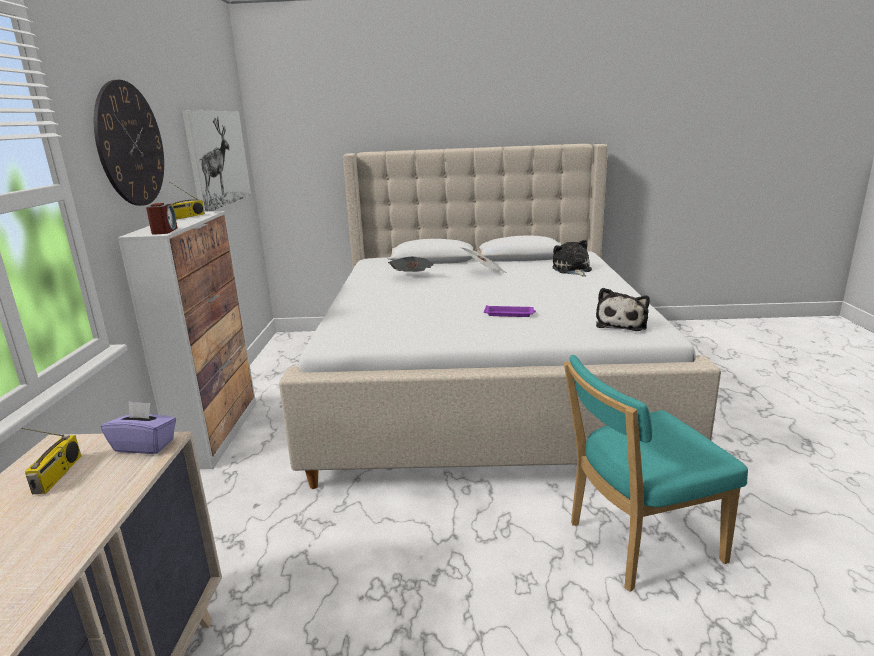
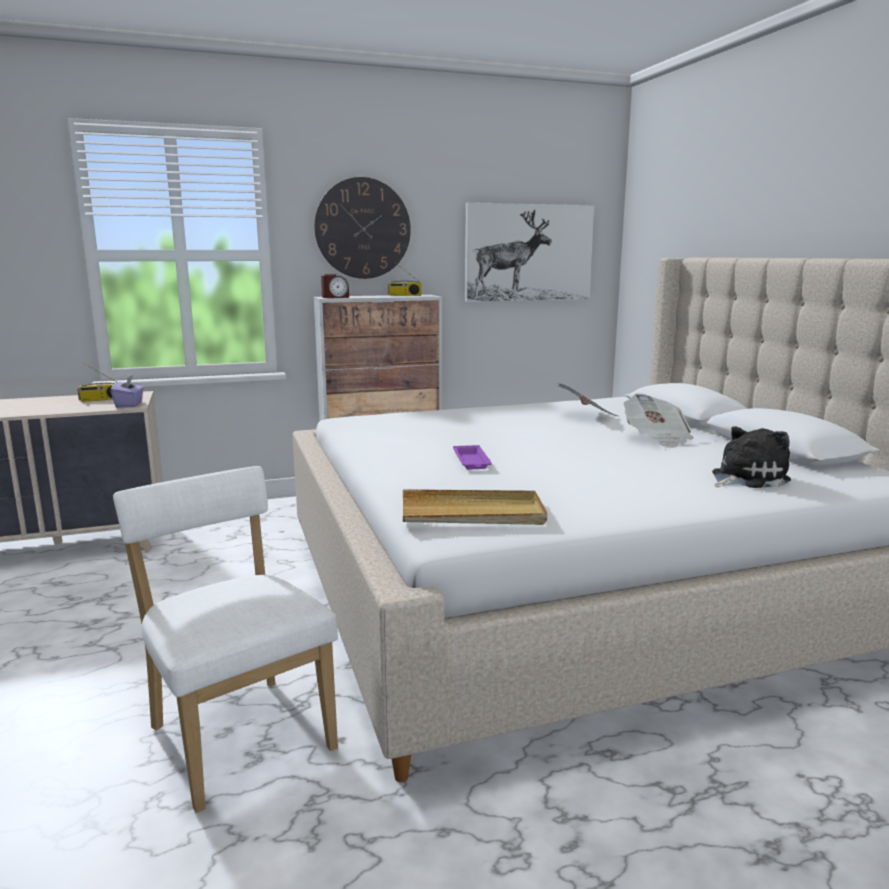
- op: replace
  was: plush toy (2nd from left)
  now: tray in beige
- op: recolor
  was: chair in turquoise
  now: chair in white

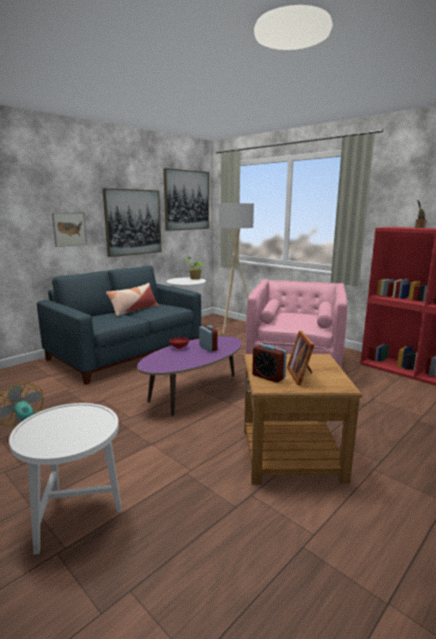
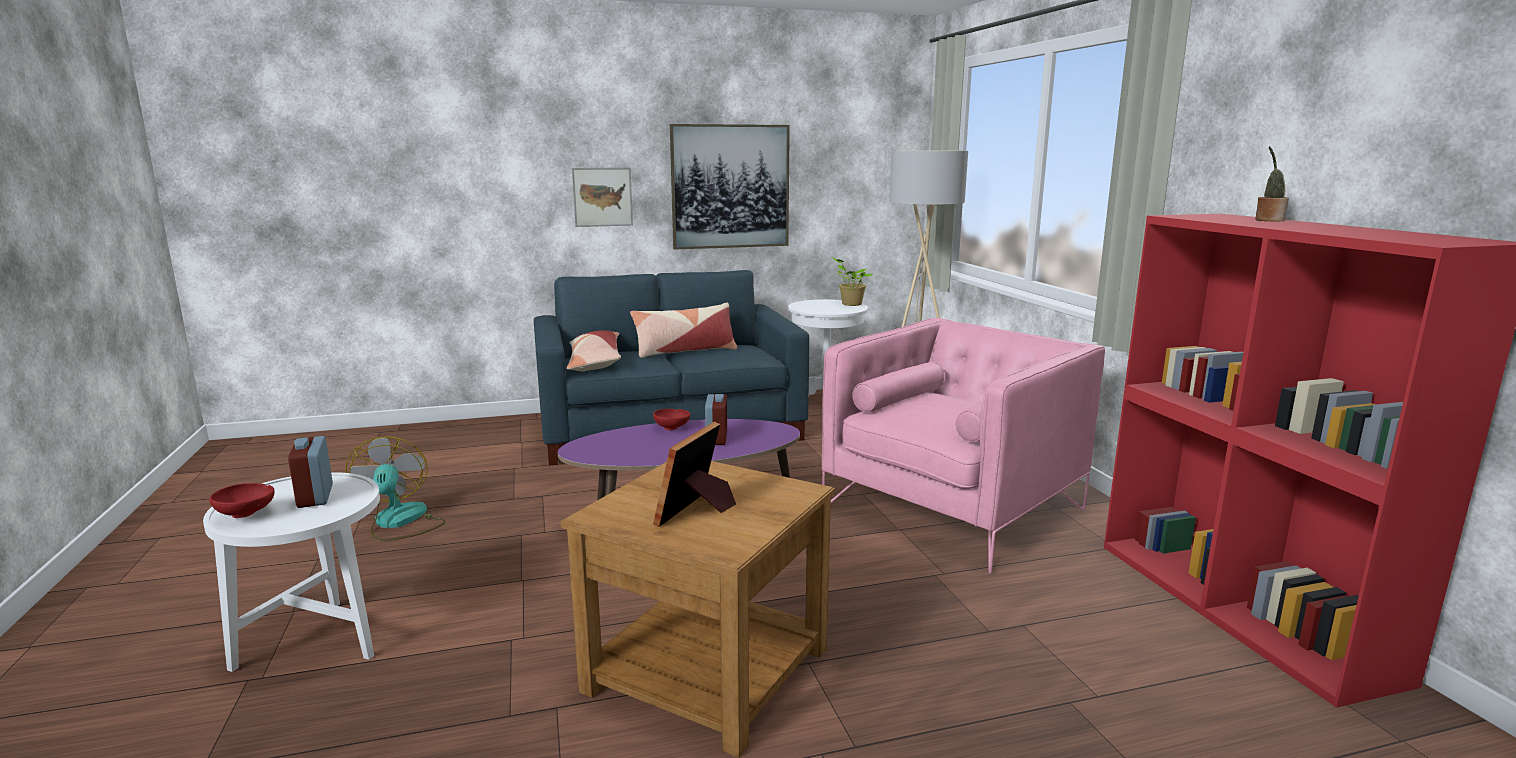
- op: delete
  was: picture (3rd from left)
- op: move
  was: alarm clock (2nd from left in the first image)
  now: alarm clock (1st from left)
- op: insert
  now: pillow (1st from left)
- op: insert
  now: bowl in red (1st from left)

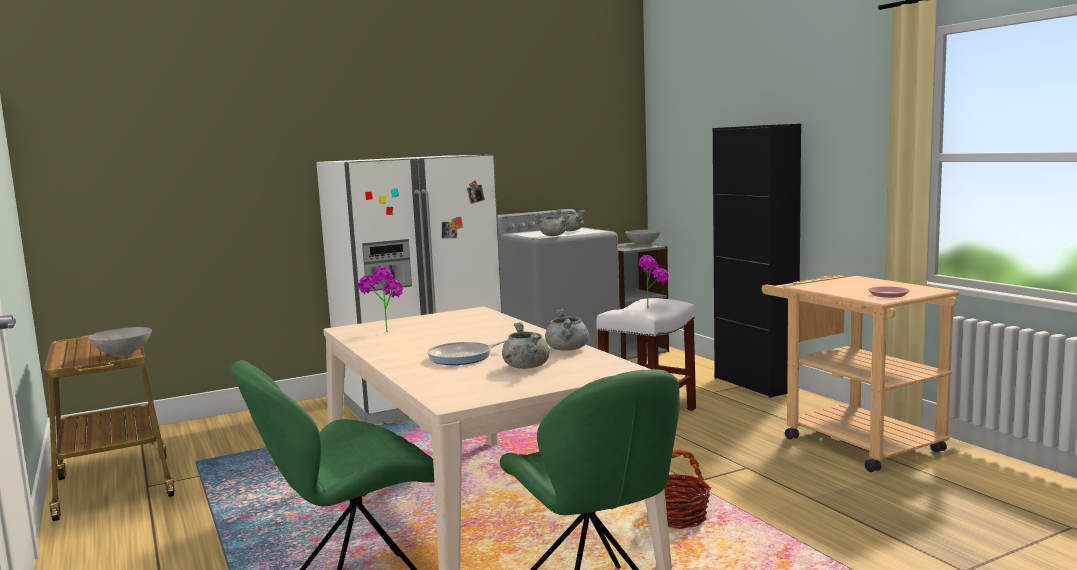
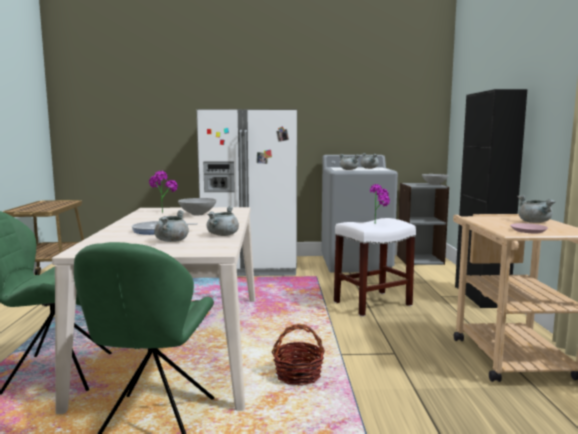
- op: move
  was: bowl in grey (1st from left)
- op: insert
  now: cooking pot in grey (5th from left)

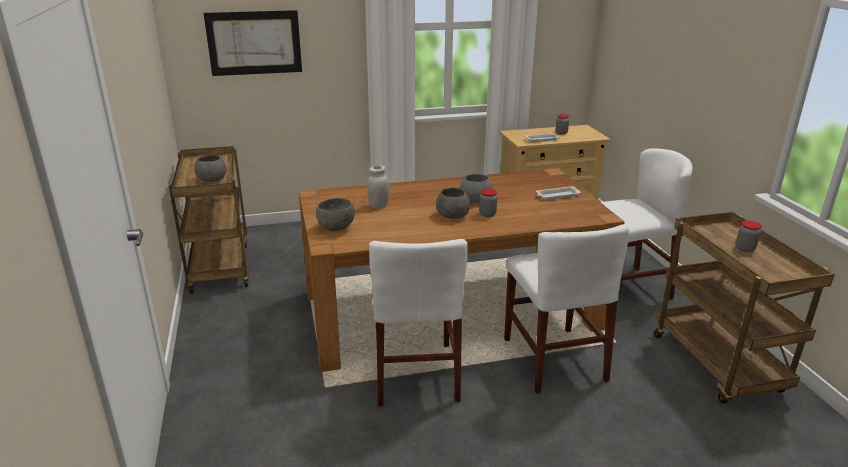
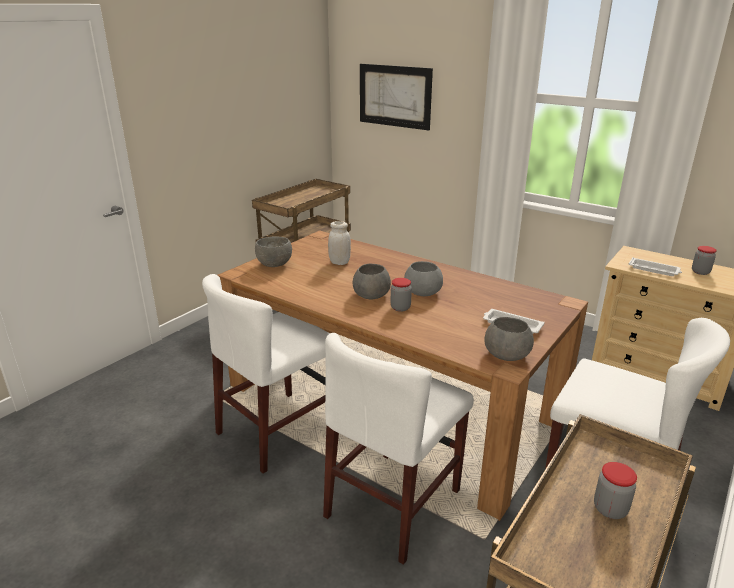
- op: move
  was: bowl in grey (1st from left in the first image)
  now: bowl in grey (4th from left)

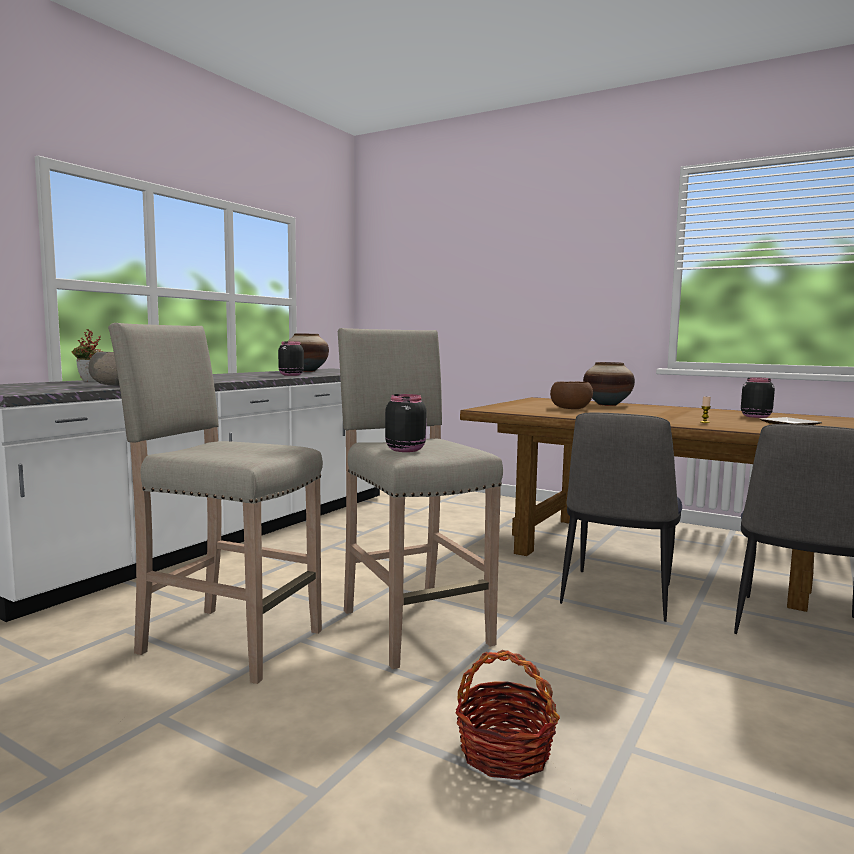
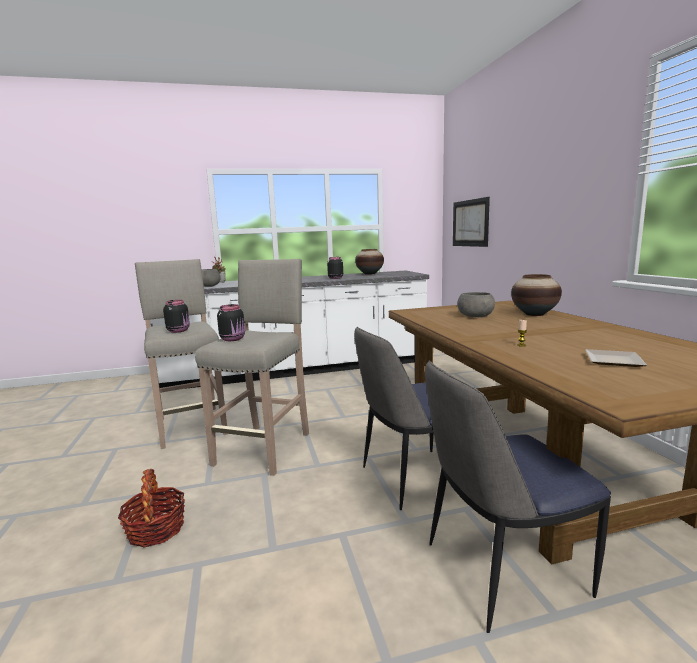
- op: move
  was: jar in black (3rd from left in the first image)
  now: jar in black (1st from left)
- op: recolor
  was: bowl in brown
  now: bowl in grey (2nd from left)
- op: insert
  now: picture

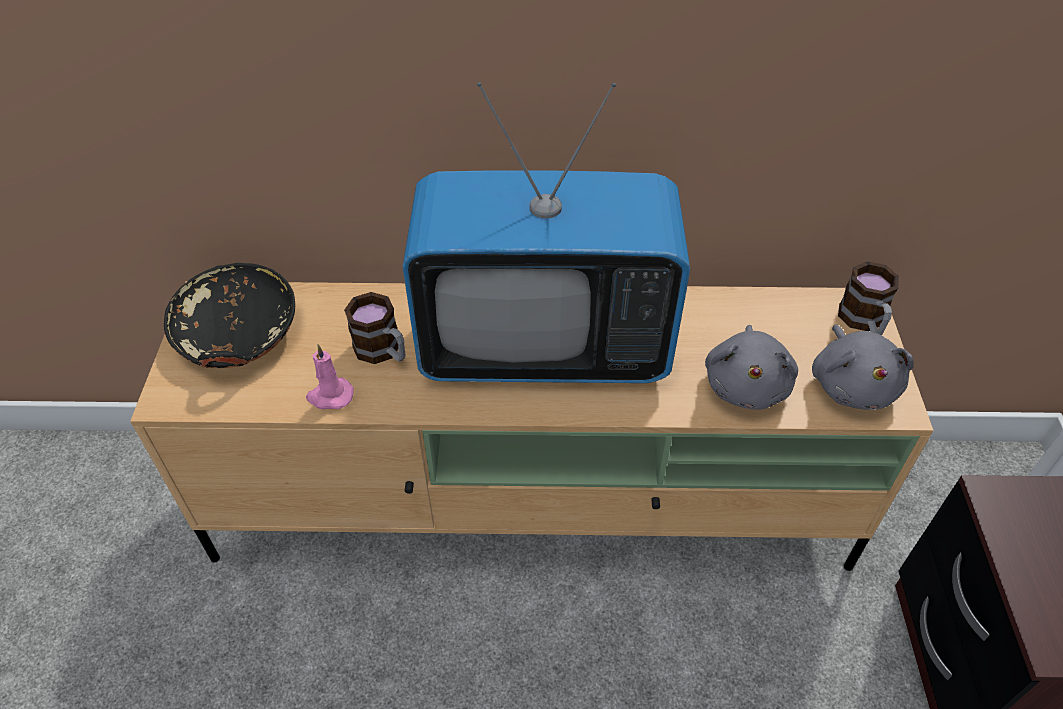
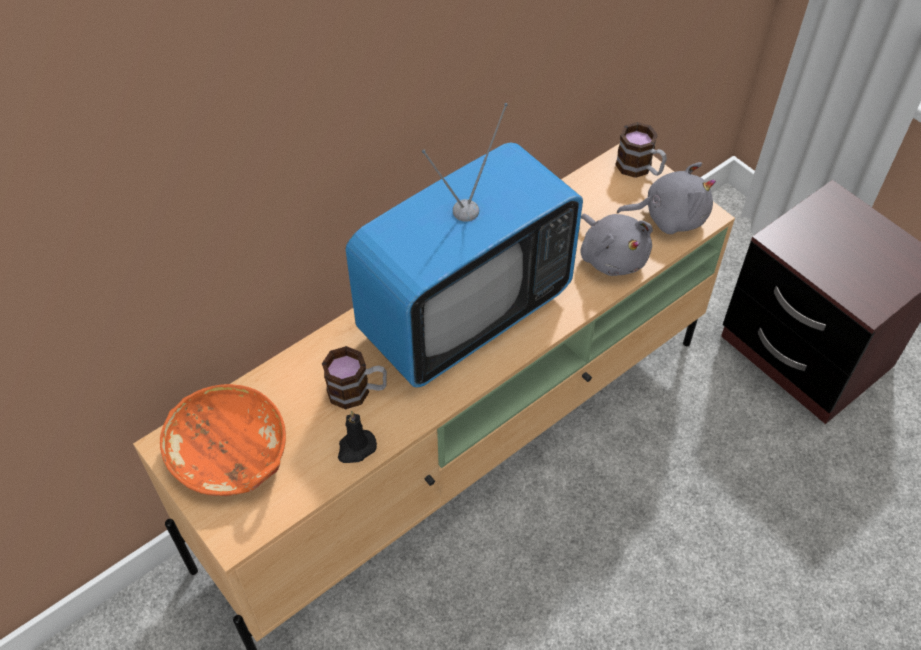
- op: recolor
  was: bowl in black
  now: bowl in orange
- op: rotate
  was: plush toy in grey (2nd from left)
  clockwise: -45
- op: recolor
  was: candle in pink
  now: candle in black

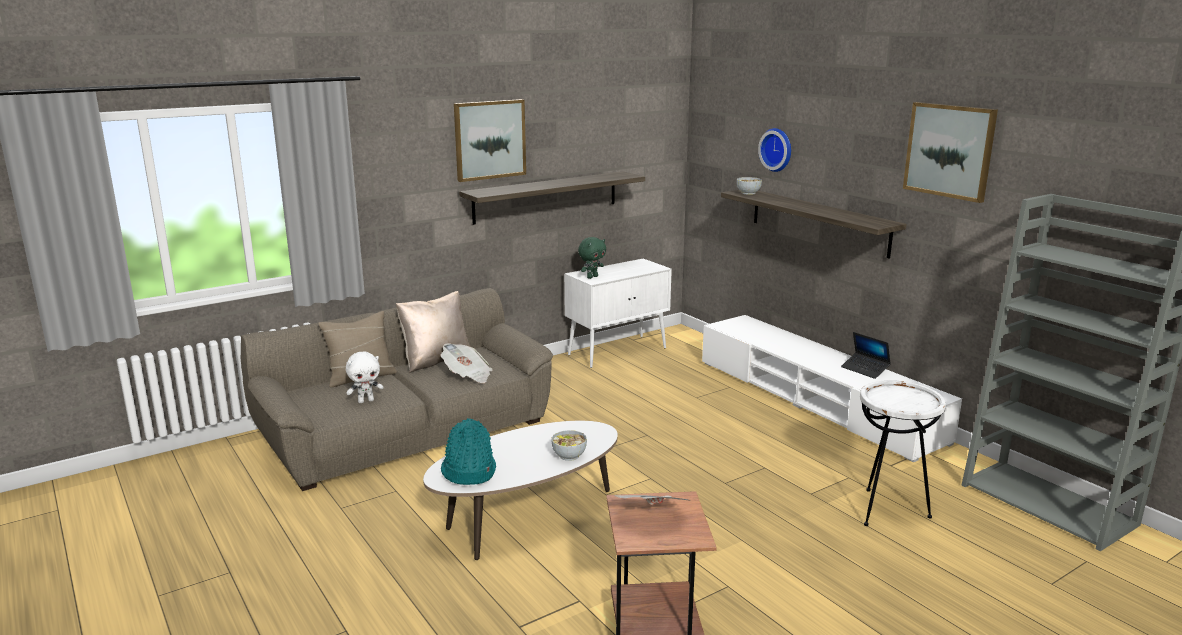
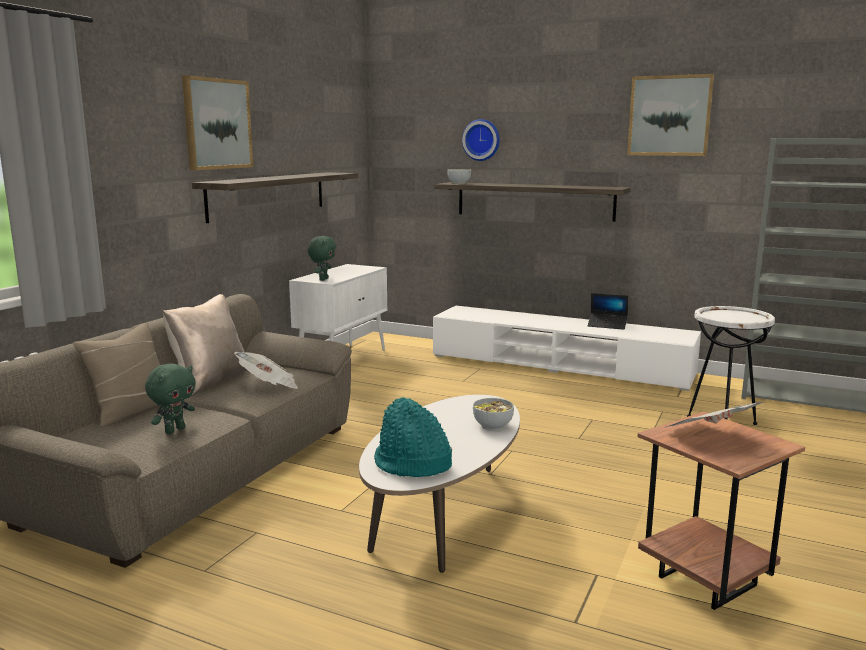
- op: recolor
  was: plush toy in white
  now: plush toy in green (1st from left)

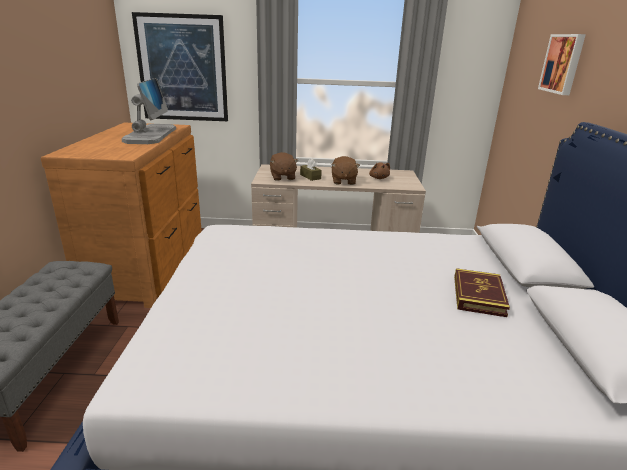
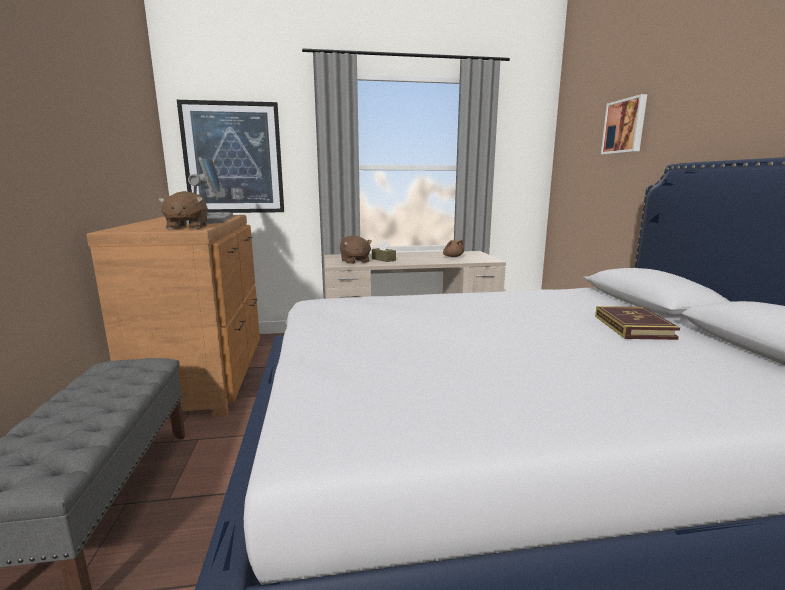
- op: move
  was: plush toy in brown (2nd from left in the first image)
  now: plush toy in brown (1st from left)

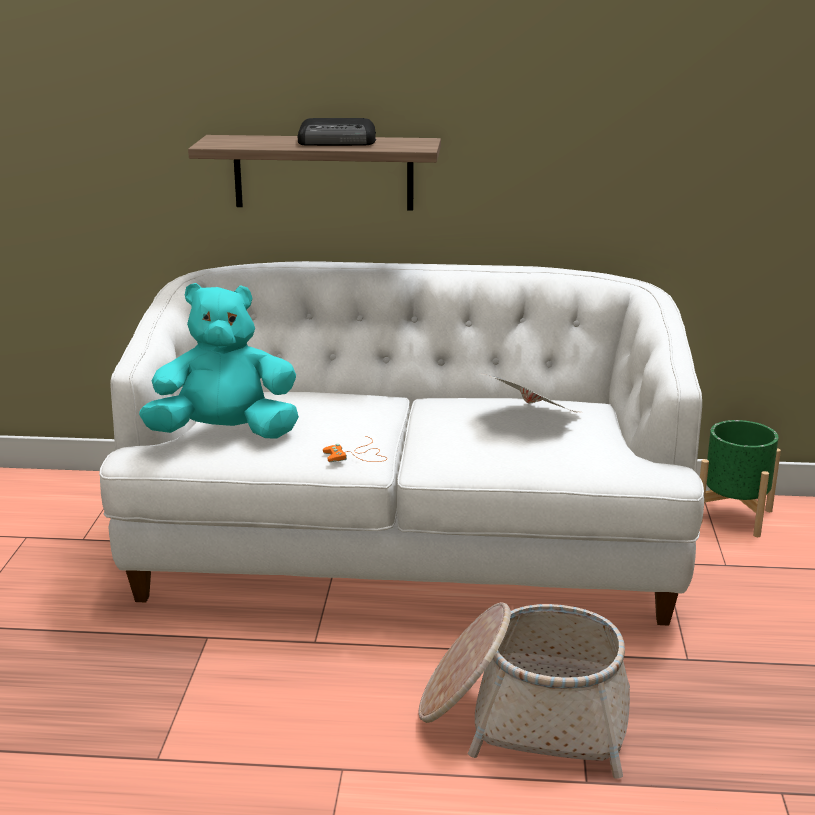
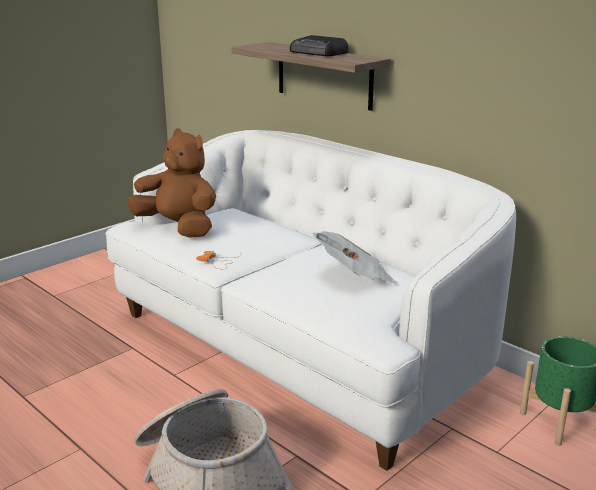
- op: recolor
  was: plush toy in turquoise
  now: plush toy in brown

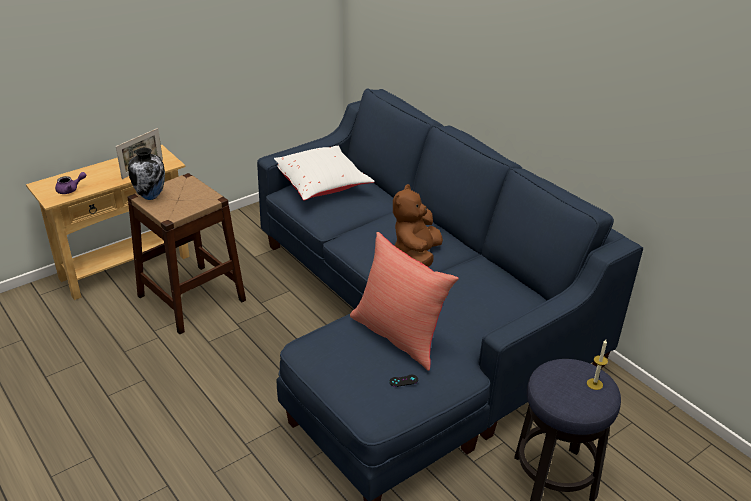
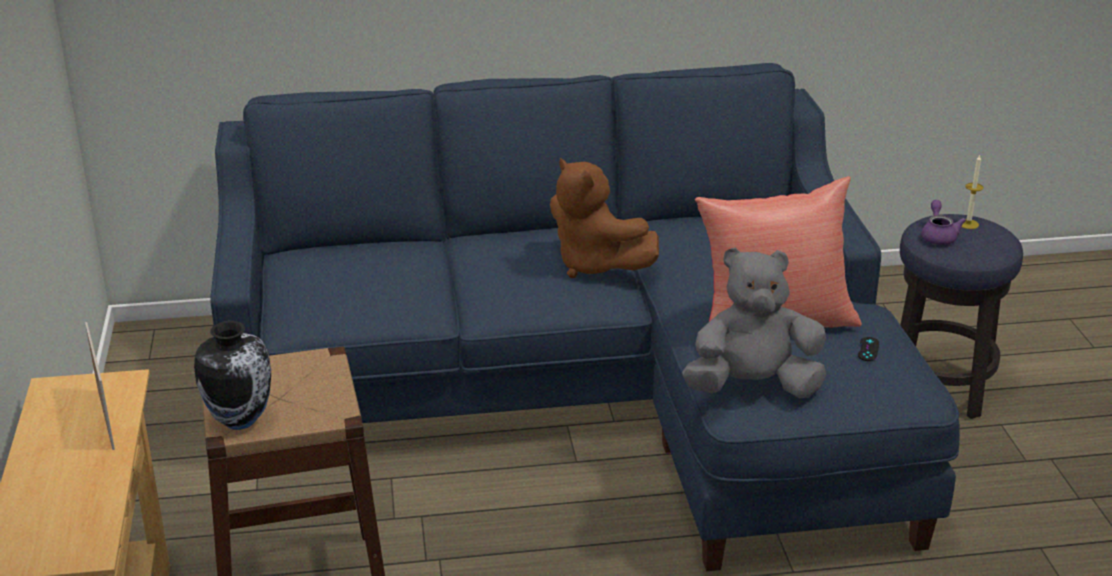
- op: delete
  was: pillow in white
- op: move
  was: teapot in purple
- op: insert
  now: plush toy in grey

